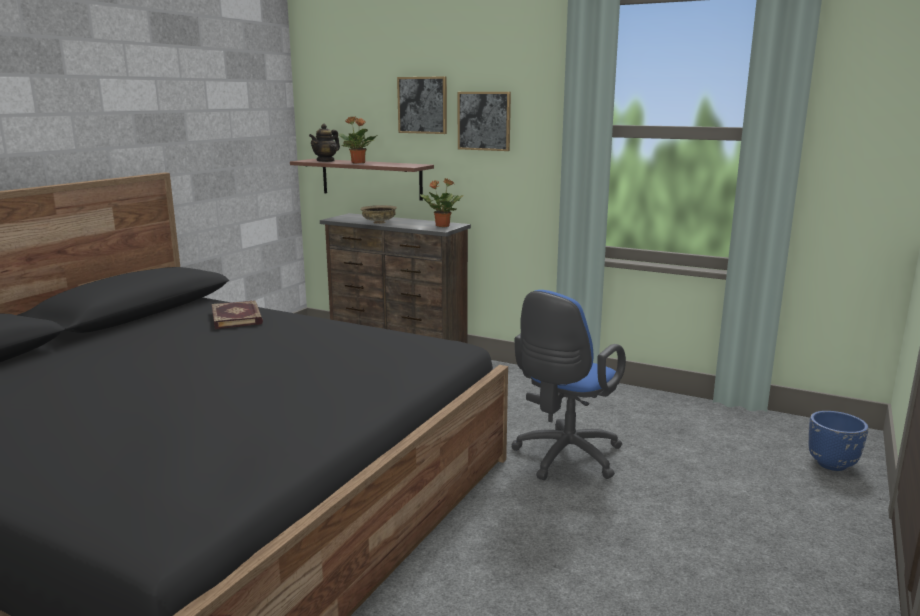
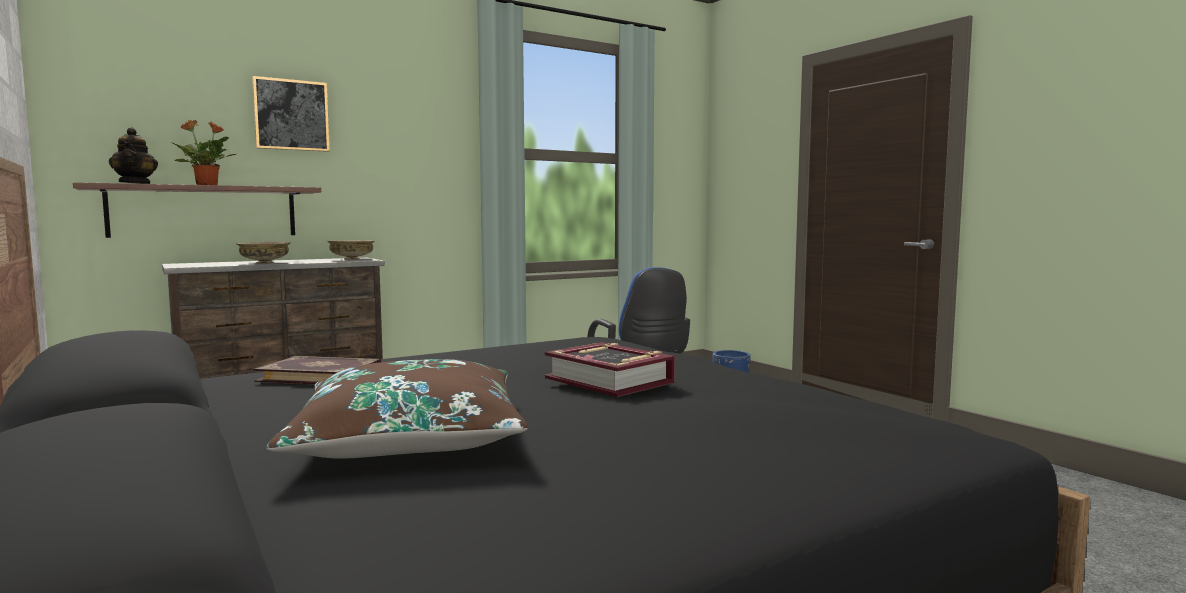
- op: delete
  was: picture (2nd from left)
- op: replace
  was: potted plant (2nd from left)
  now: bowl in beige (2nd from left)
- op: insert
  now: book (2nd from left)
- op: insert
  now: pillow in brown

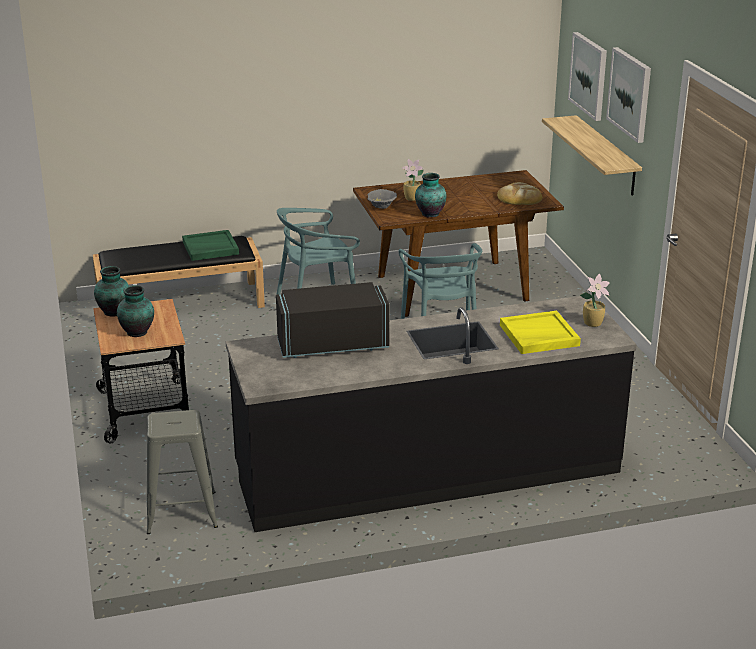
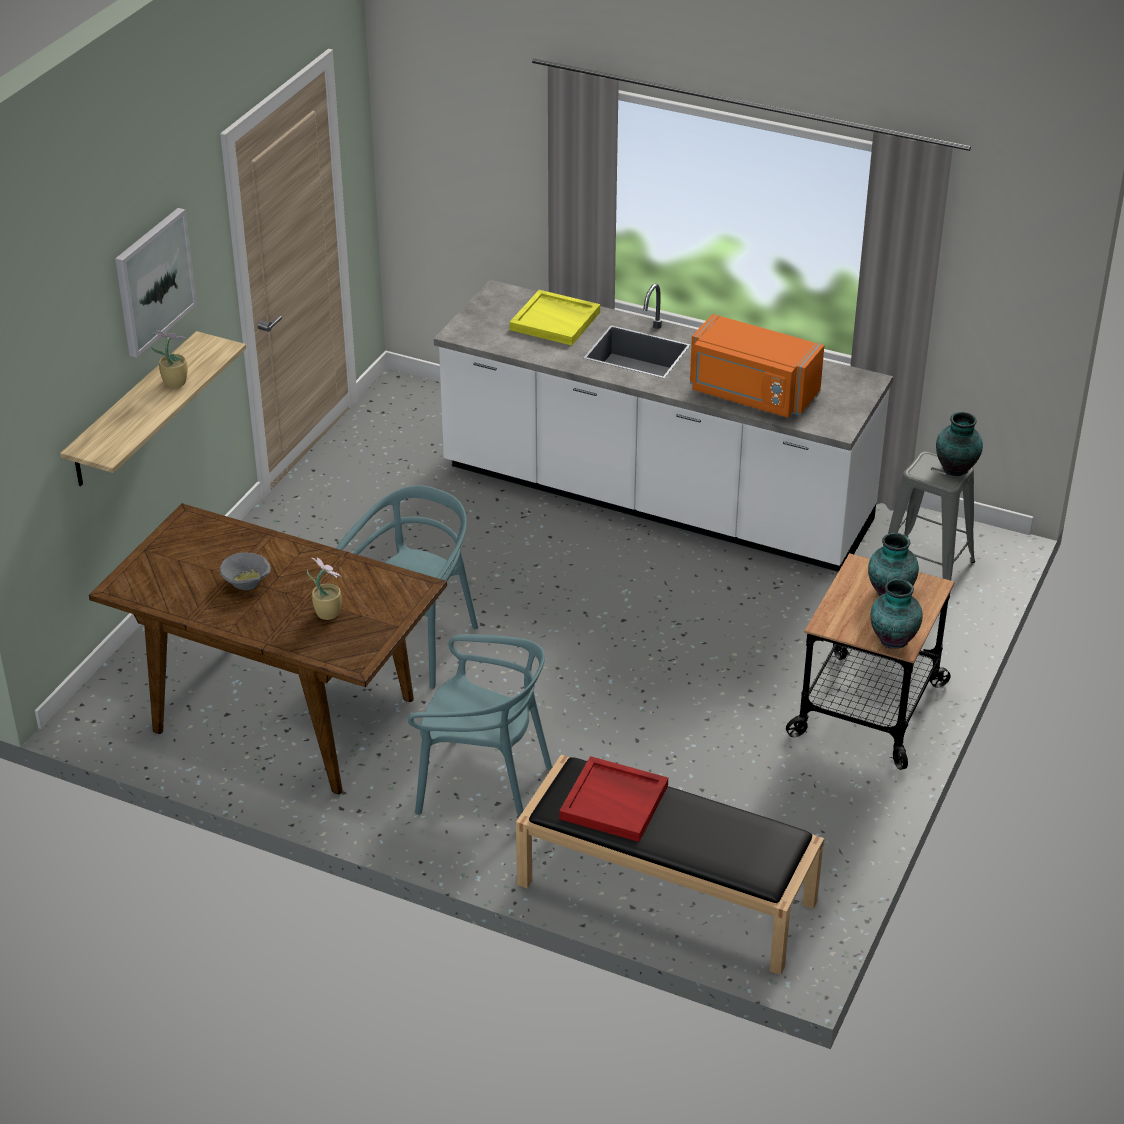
- op: delete
  was: picture (1st from left)
- op: move
  was: vase (3rd from left)
- op: delete
  was: bread
- op: move
  was: bowl in grey
- op: recolor
  was: tray in green
  now: tray in red
- op: move
  was: potted plant (2nd from left in the first image)
  now: potted plant (1st from left)
- op: recolor
  was: microwave in black
  now: microwave in orange
- op: recolor
  was: counter in black
  now: counter in white

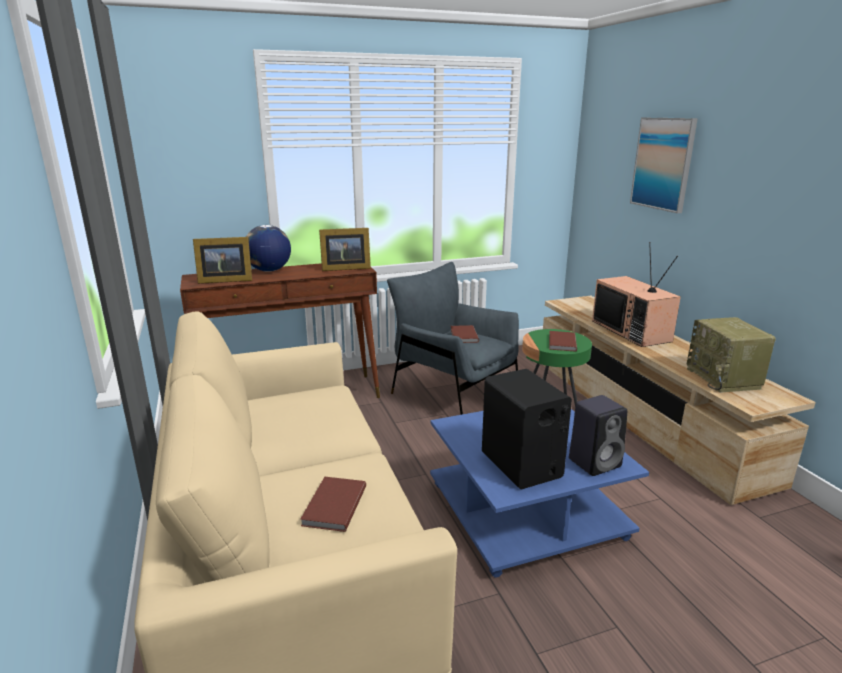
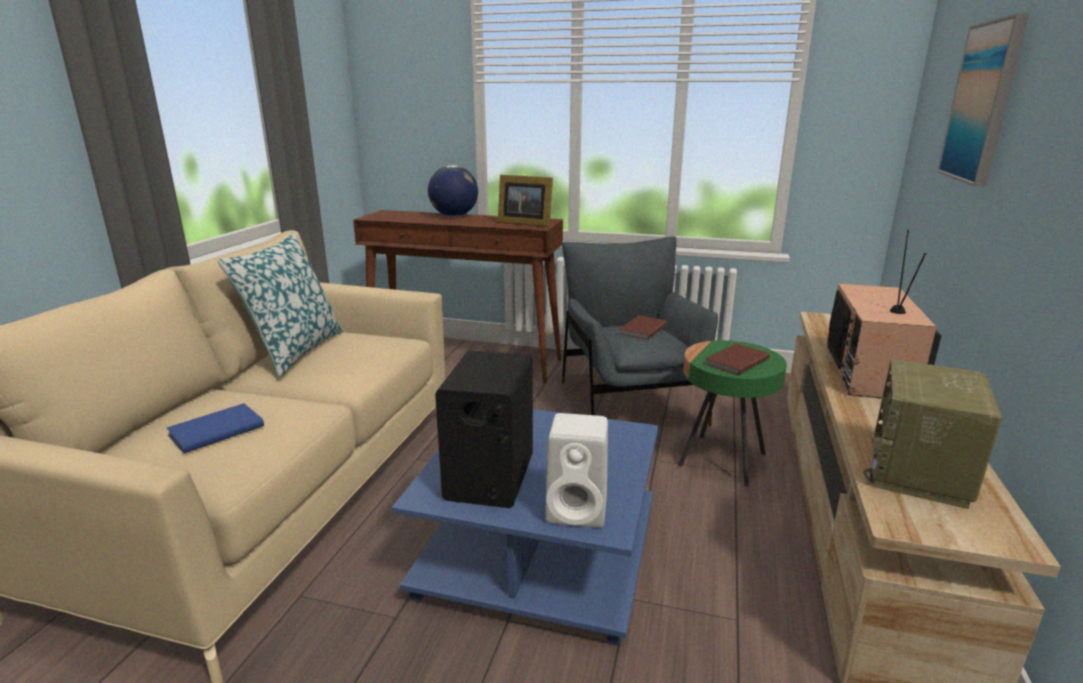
- op: delete
  was: picture frame (1st from left)
- op: recolor
  was: speaker in black (2nd from left)
  now: speaker in white
- op: recolor
  was: book in brown (1st from left)
  now: book in blue
- op: insert
  now: pillow

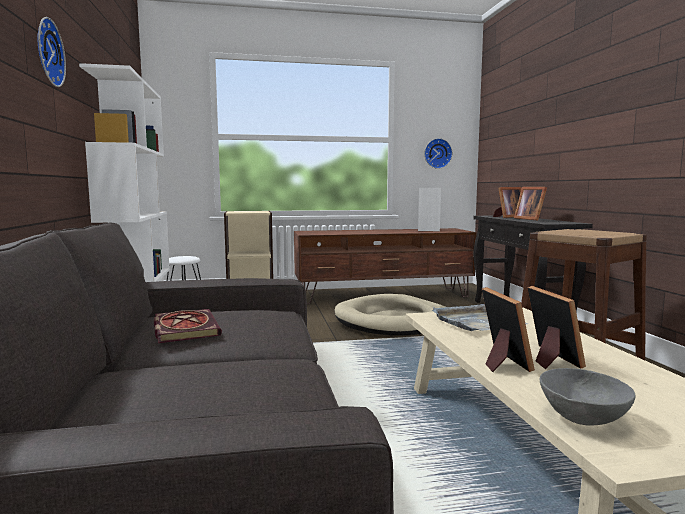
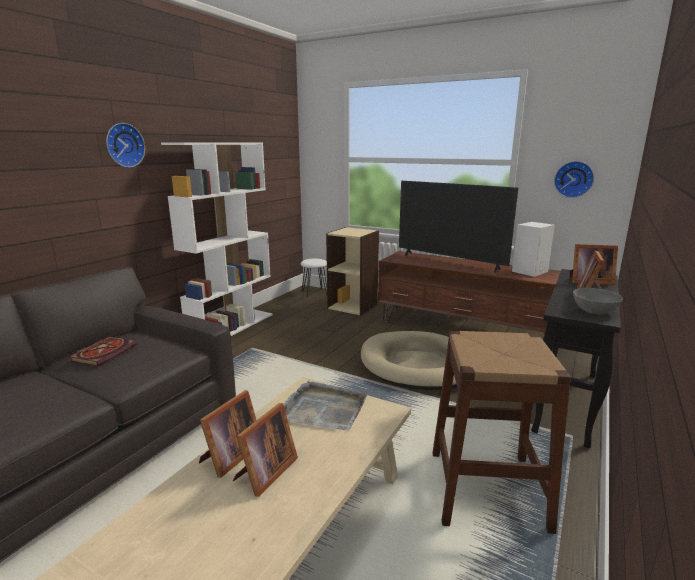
- op: move
  was: bowl in grey
- op: insert
  now: television

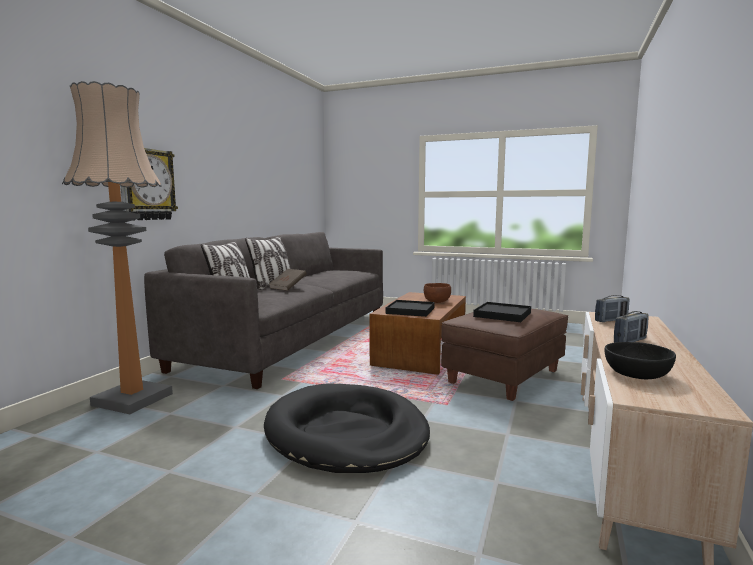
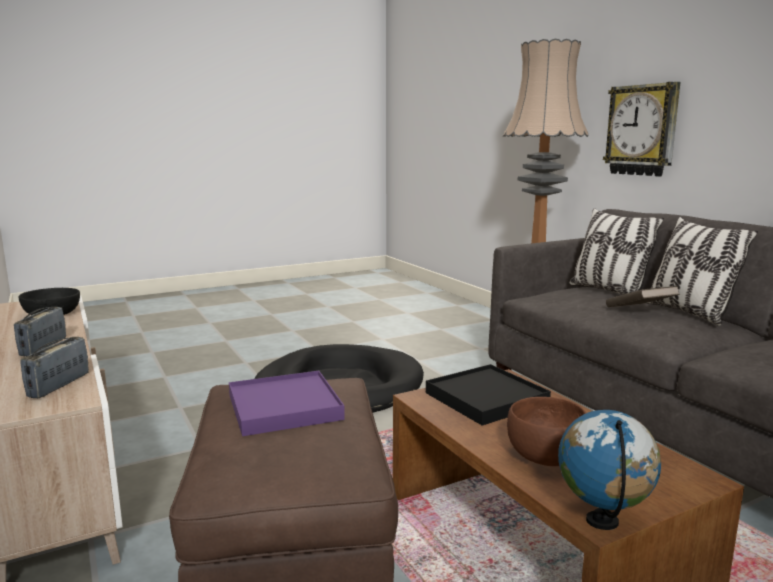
- op: recolor
  was: tray in black (2nd from left)
  now: tray in purple
- op: insert
  now: globe

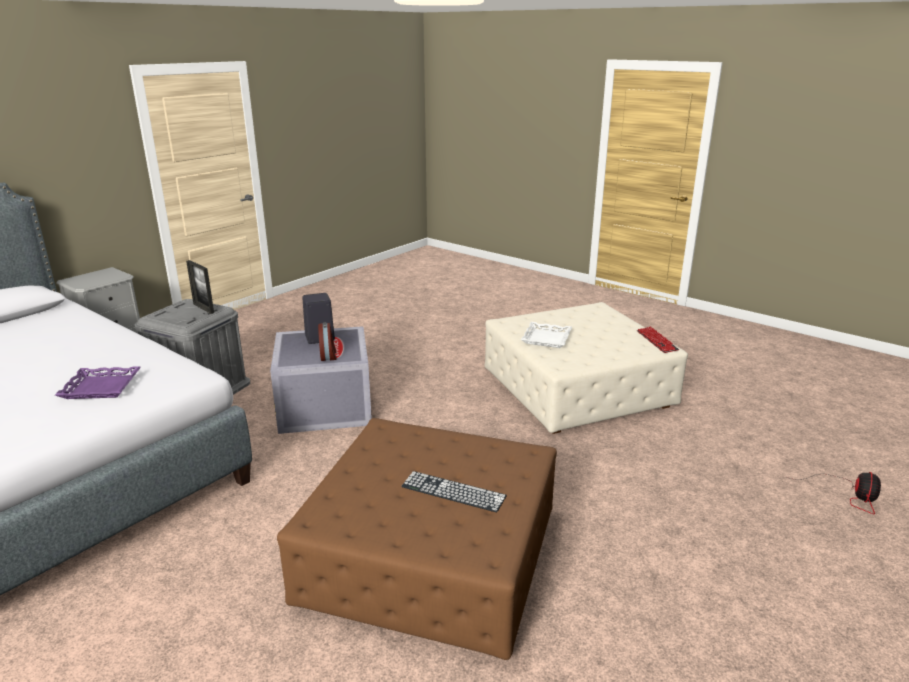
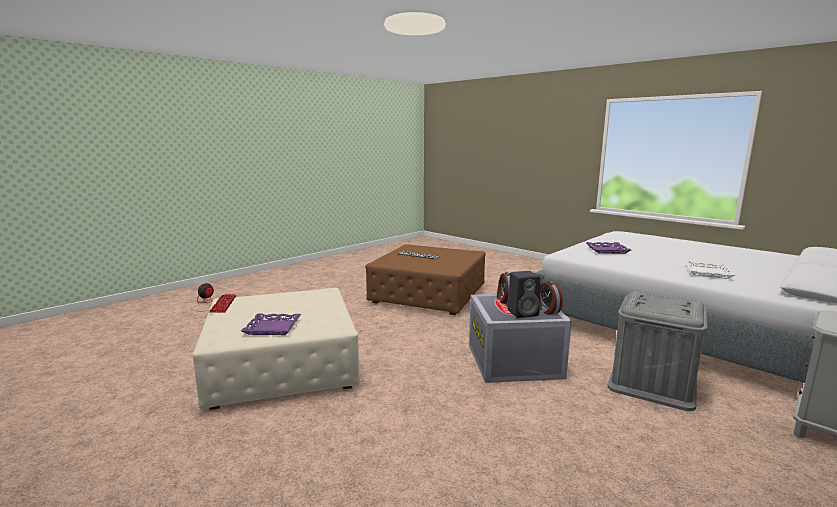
- op: delete
  was: picture frame
- op: move
  was: tray in white
- op: insert
  now: alarm clock (2nd from left)
- op: insert
  now: tray in purple (1st from left)

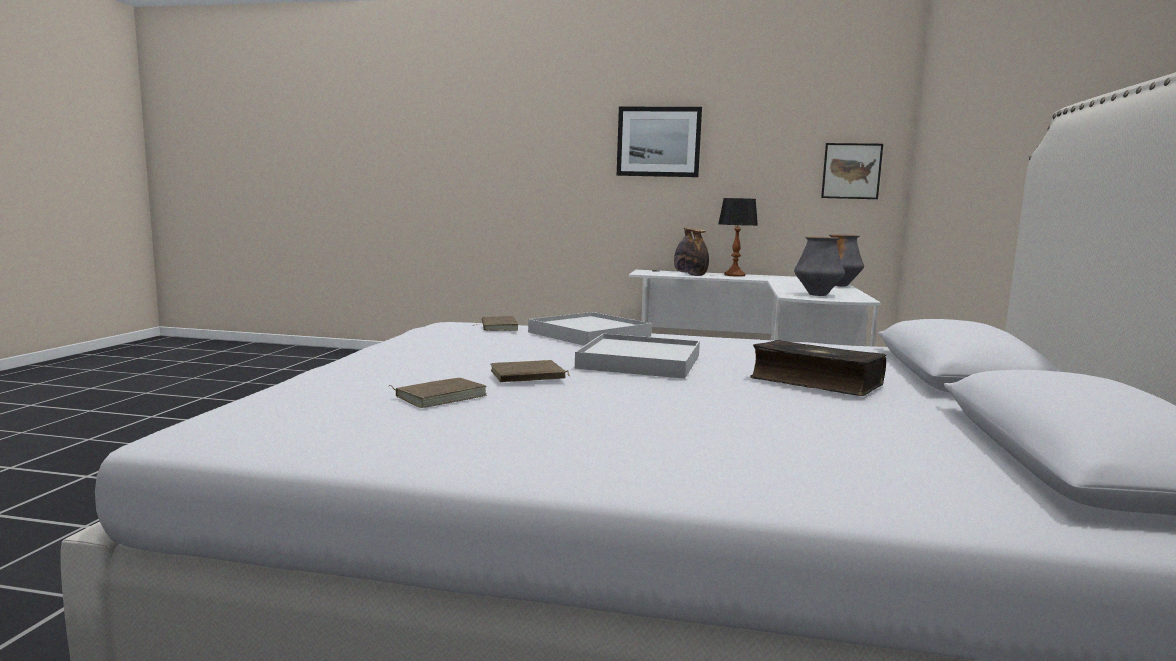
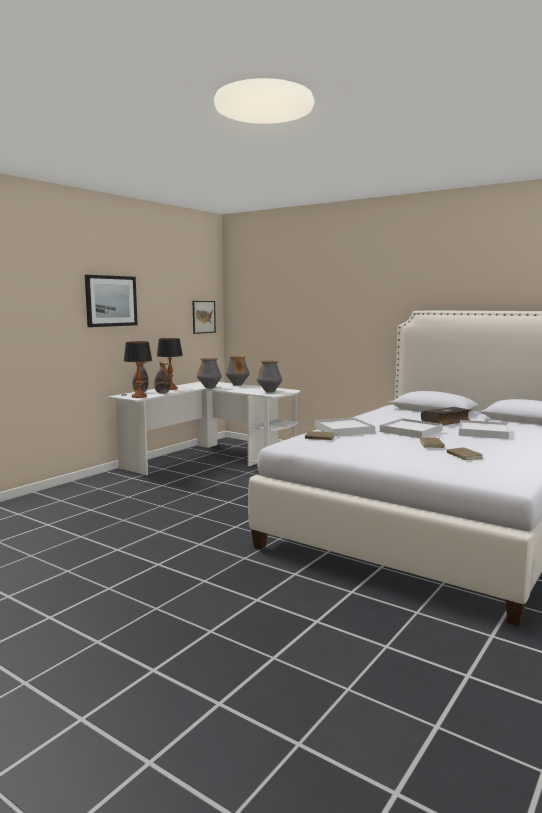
- op: insert
  now: table lamp (1st from left)
- op: insert
  now: vase (1st from left)
- op: insert
  now: tray in white (3rd from left)

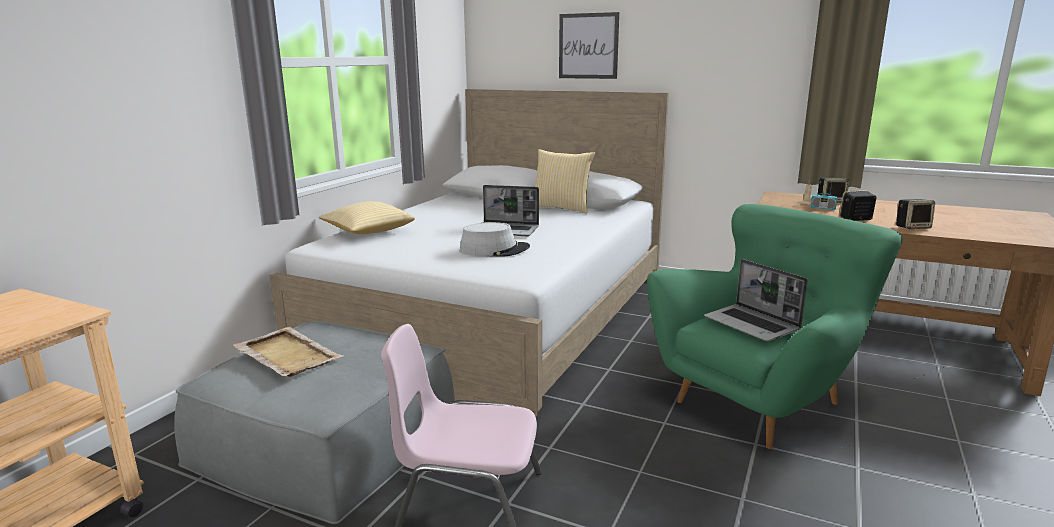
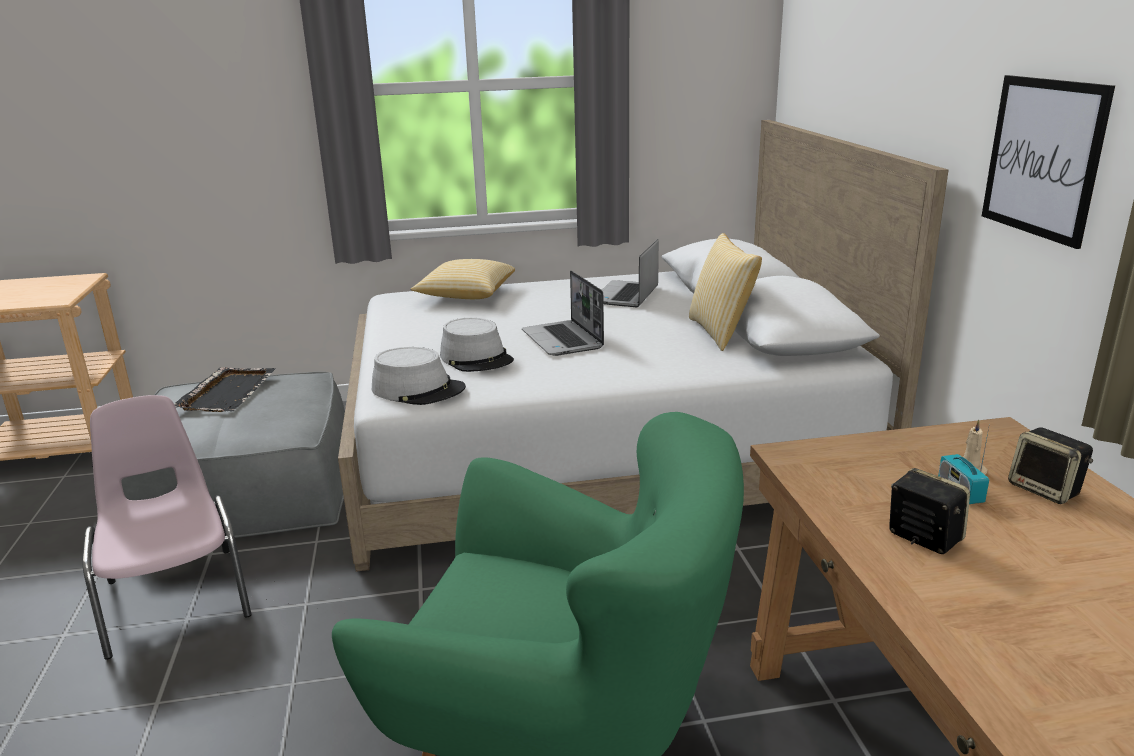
- op: move
  was: picture
- op: delete
  was: speaker (3rd from left)
- op: move
  was: laptop (2nd from left)
- op: recolor
  was: tray in beige
  now: tray in black
- op: insert
  now: hat in grey (1st from left)

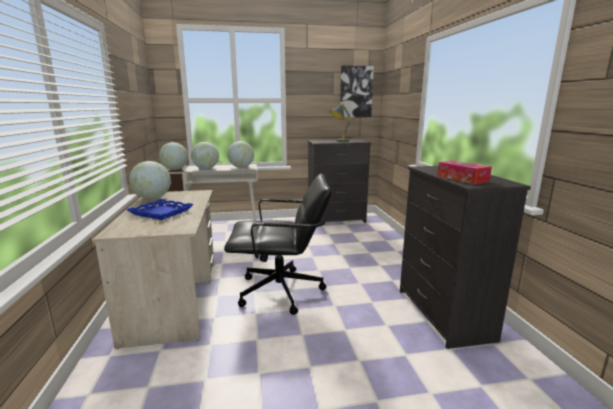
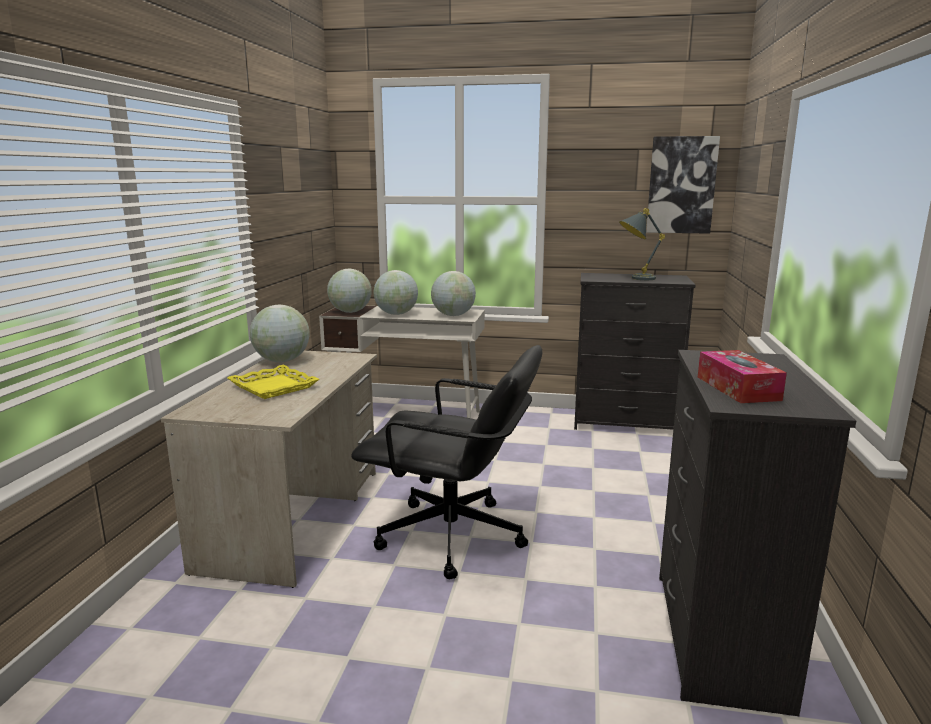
- op: recolor
  was: tray in blue
  now: tray in yellow

